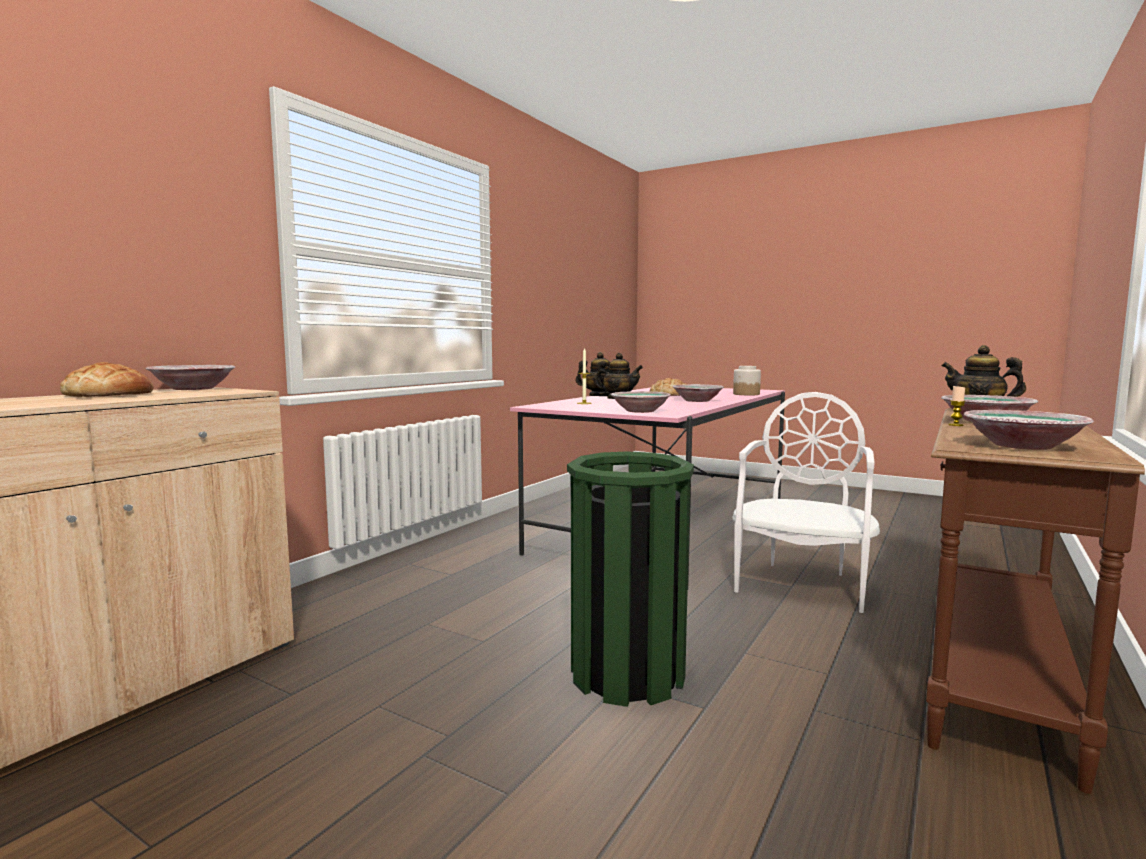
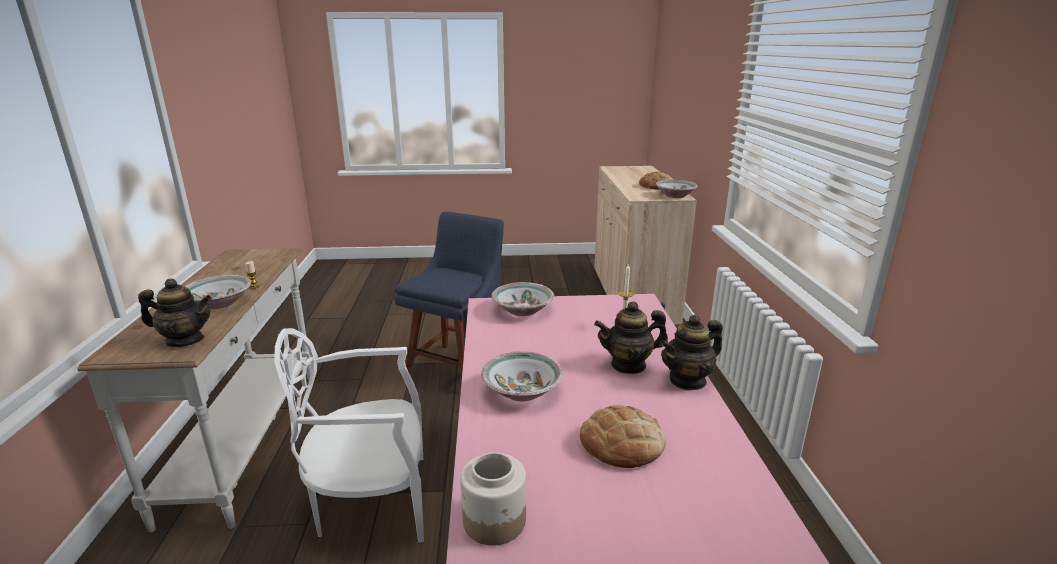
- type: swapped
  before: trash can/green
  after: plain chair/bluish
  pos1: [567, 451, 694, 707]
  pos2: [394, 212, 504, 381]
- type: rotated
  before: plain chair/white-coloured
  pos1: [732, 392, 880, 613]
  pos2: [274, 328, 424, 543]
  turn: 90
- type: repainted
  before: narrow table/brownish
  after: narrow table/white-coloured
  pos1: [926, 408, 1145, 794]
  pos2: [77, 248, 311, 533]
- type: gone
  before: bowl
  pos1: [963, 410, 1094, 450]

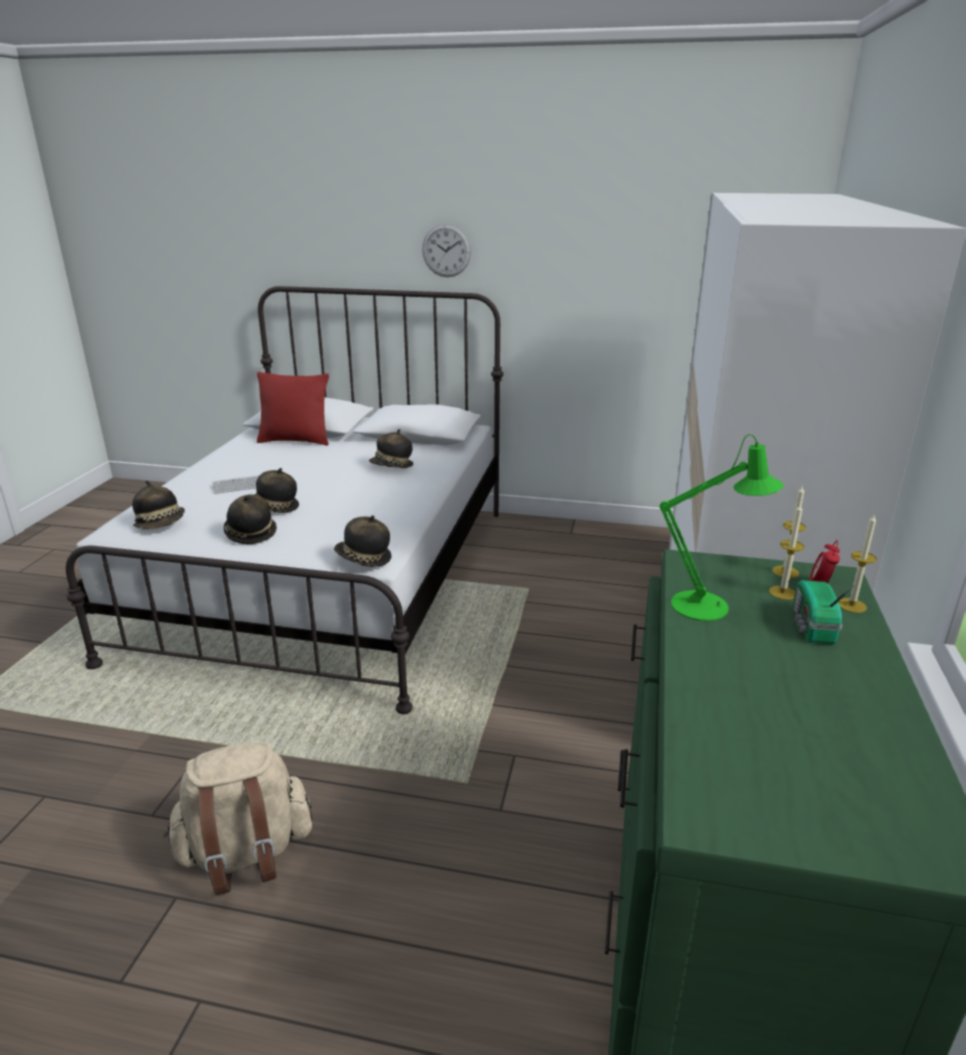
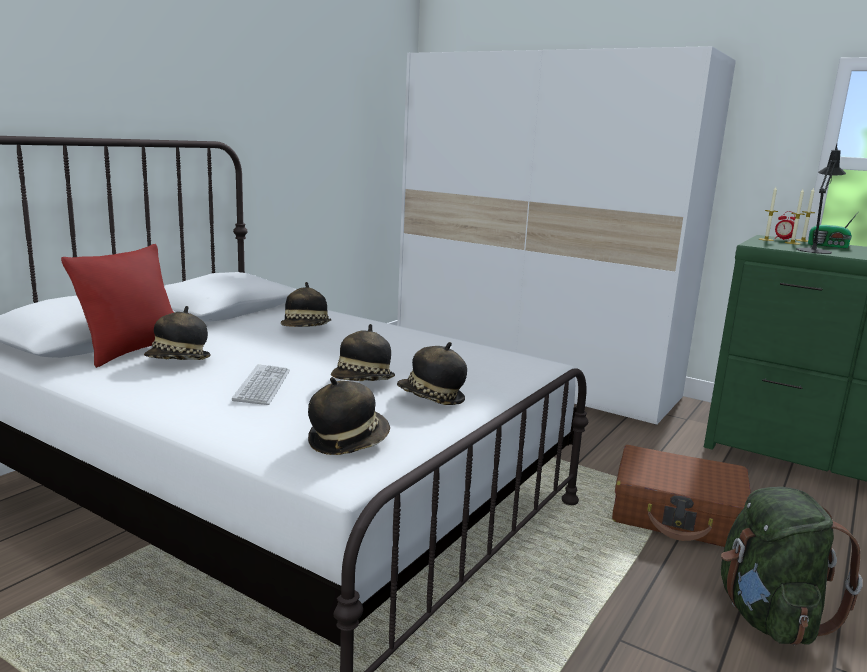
- type: repainted
  before: rucksack/beige
  after: rucksack/green
  pos1: [164, 742, 312, 895]
  pos2: [721, 487, 863, 645]
- type: shifted
  before: hat
  pos1: [334, 515, 391, 567]
  pos2: [144, 306, 211, 360]
- type: gone
  before: hanging clock
  pos1: [422, 224, 471, 277]
- type: repainted
  before: table lamp/green
  after: table lamp/black
  pos1: [660, 434, 784, 621]
  pos2: [796, 144, 846, 254]
- type: new
  after: travel case/brownish
  pos2: [612, 445, 751, 547]

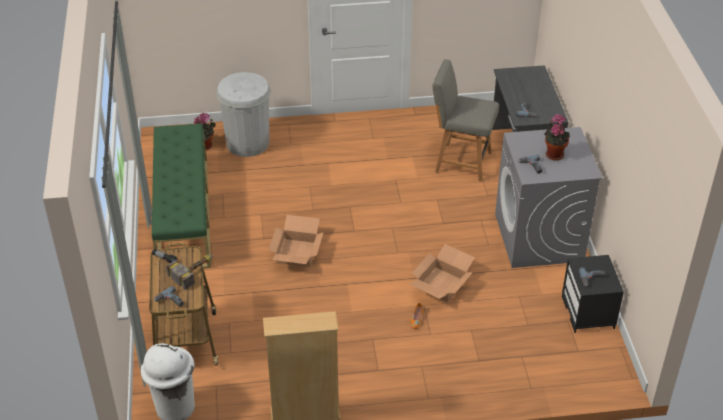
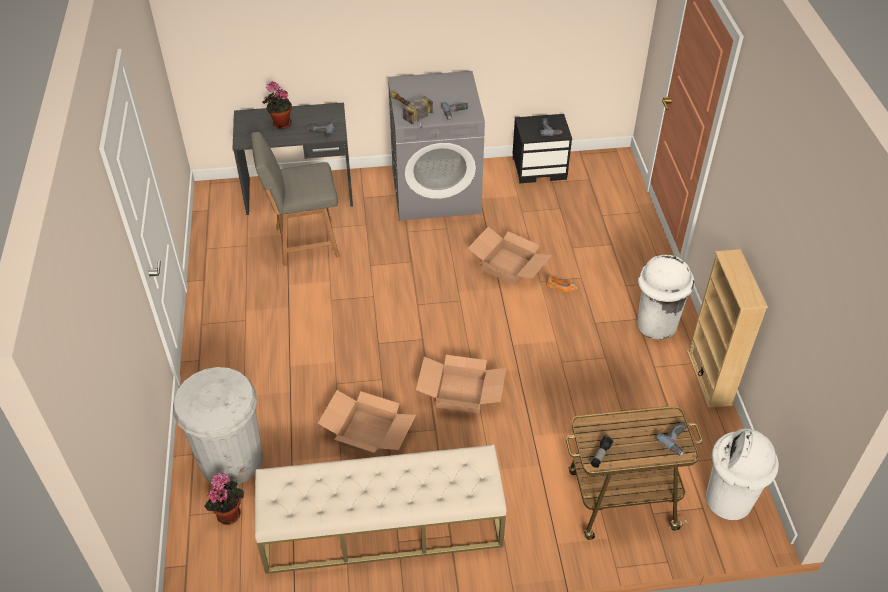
- type: repainted
  before: bench/green
  after: bench/beige
  pos1: [152, 123, 211, 272]
  pos2: [255, 445, 507, 574]
- type: shifted
  before: hammer
  pos1: [166, 254, 212, 290]
  pos2: [391, 92, 433, 125]
- type: rotated
  before: plain chair/grey
  pos1: [432, 59, 499, 182]
  pos2: [251, 132, 340, 266]
  turn: 60
- type: shifted
  before: plant in a pot
  pos1: [544, 114, 570, 160]
  pos2: [262, 81, 292, 129]
- type: new
  after: cardboard box
  pos2: [318, 390, 416, 457]
- type: new
  after: trash can/white-coloured
  pos2: [637, 255, 695, 340]

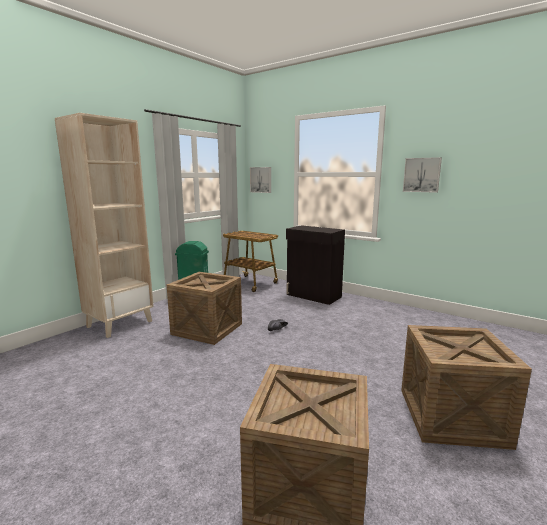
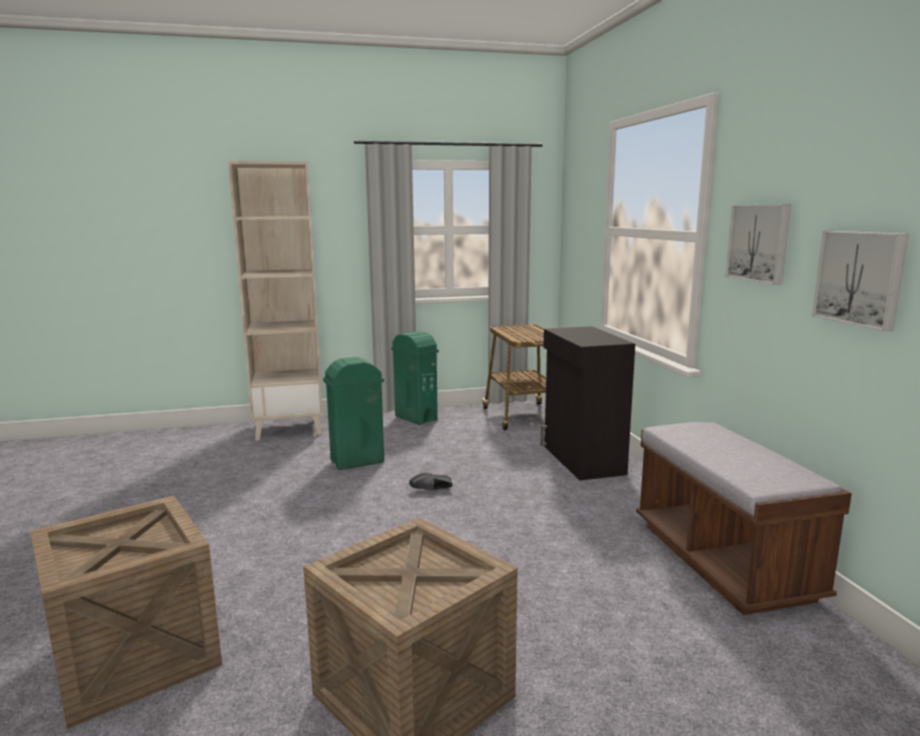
- type: swapped
  before: crate
  after: trash can/green
  pos1: [167, 272, 242, 345]
  pos2: [323, 357, 384, 470]
- type: shifted
  before: wall picture
  pos1: [250, 167, 271, 193]
  pos2: [812, 231, 909, 331]
- type: new
  after: bench/brownish
  pos2: [636, 422, 852, 615]

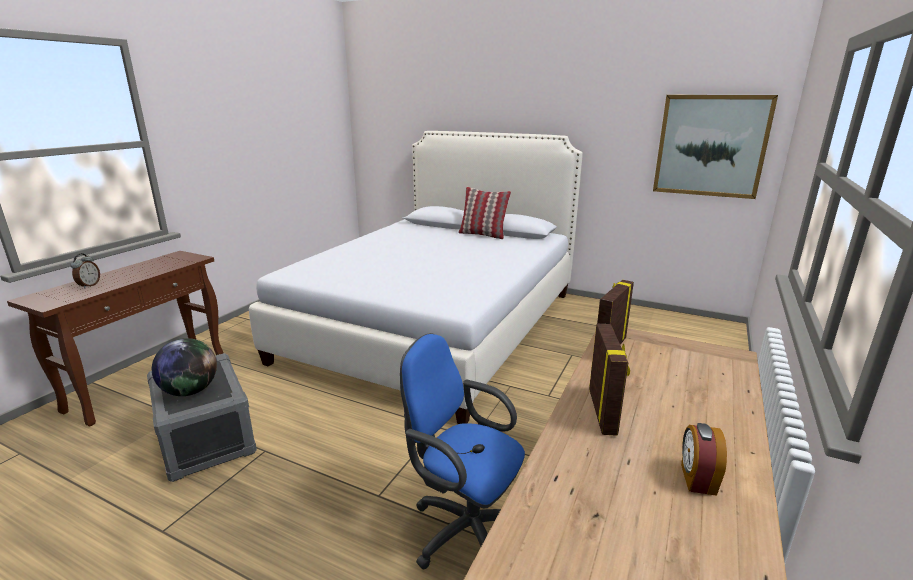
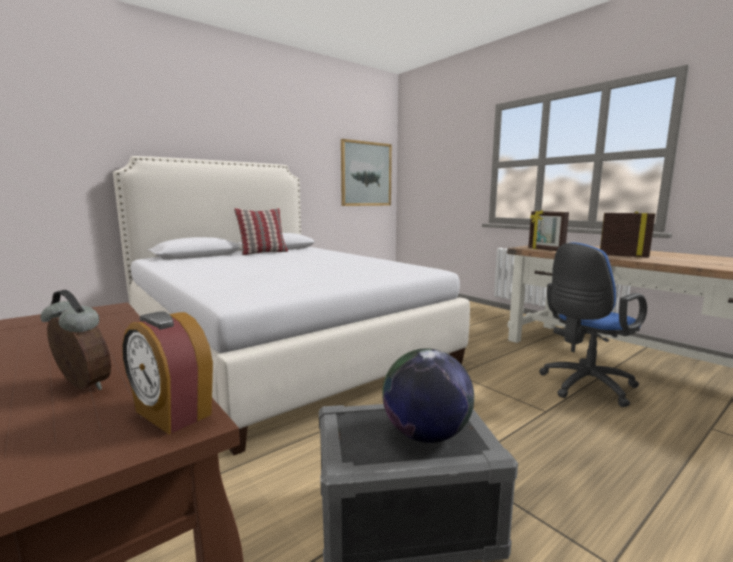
- type: shifted
  before: bedside clock
  pos1: [681, 423, 727, 496]
  pos2: [122, 311, 213, 434]

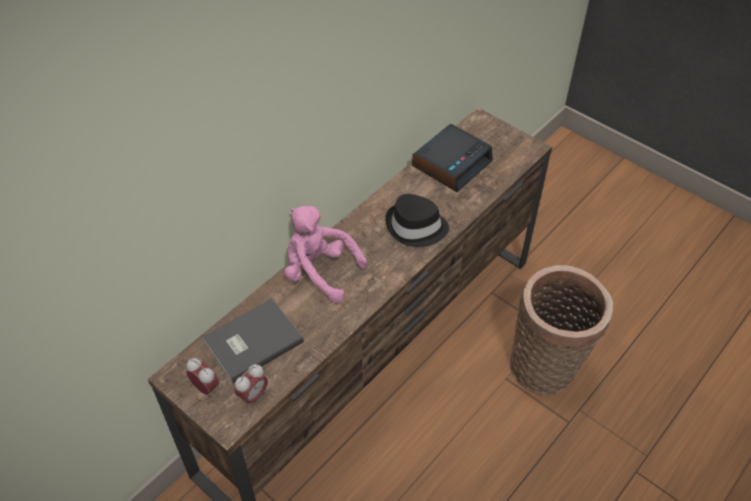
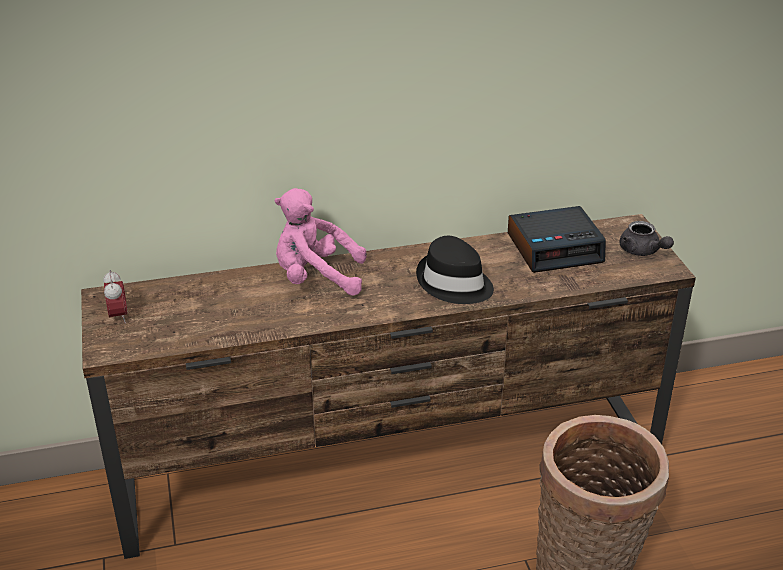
- type: gone
  before: volume/grey
  pos1: [202, 299, 304, 383]
- type: gone
  before: bedside clock
  pos1: [235, 364, 268, 407]
- type: rotated
  before: plush toy/pink
  pos1: [284, 206, 367, 303]
  pos2: [275, 188, 367, 296]
  turn: -60
- type: new
  after: tea pot/grey
  pos2: [619, 221, 674, 256]

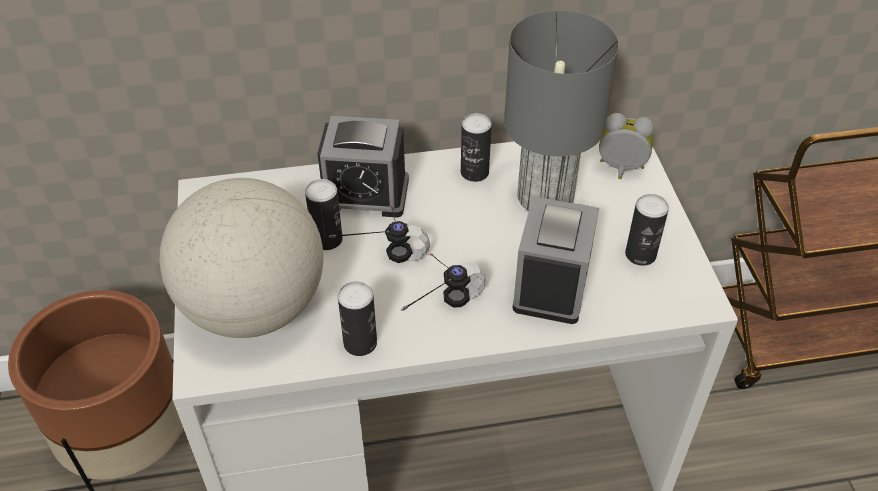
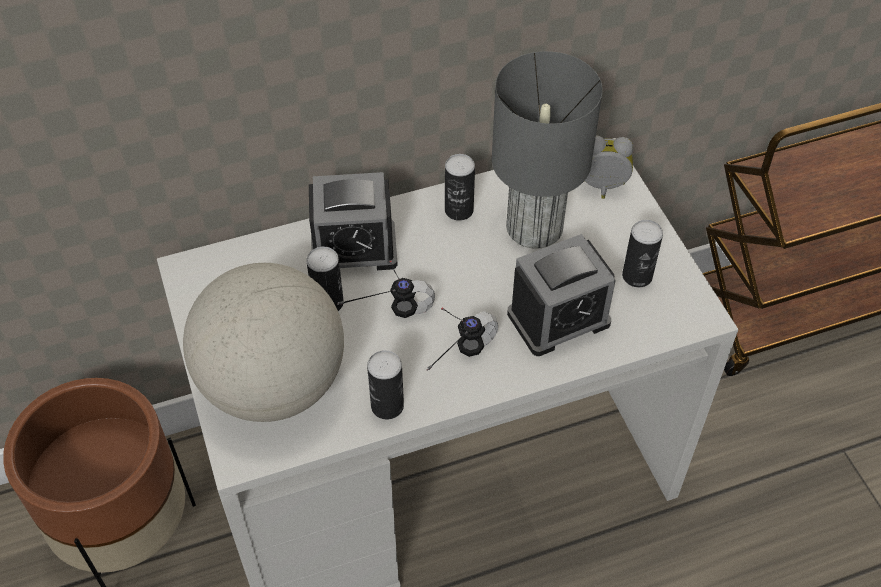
- type: rotated
  before: bedside clock
  pos1: [513, 196, 599, 324]
  pos2: [507, 234, 616, 356]
  turn: 60

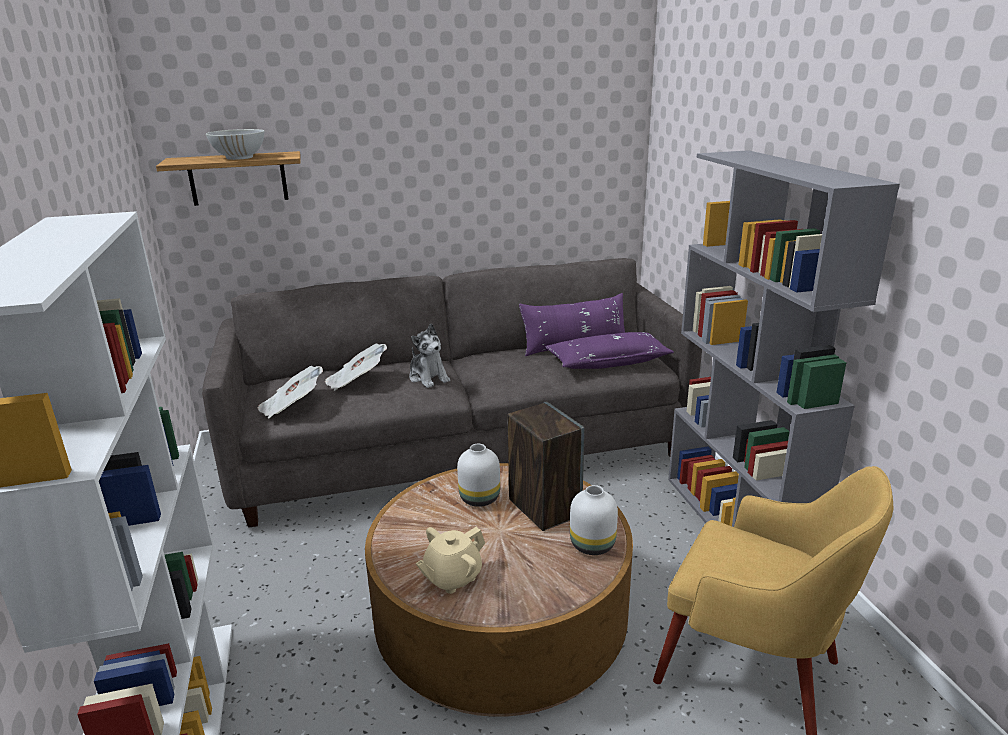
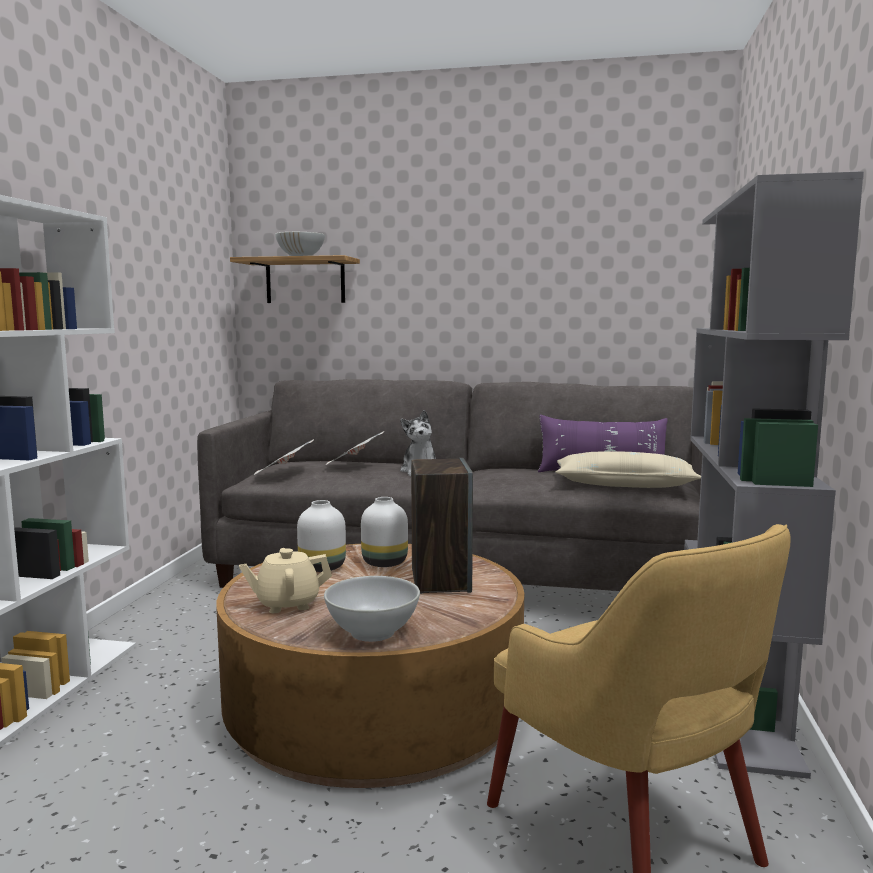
- type: repainted
  before: pillow/purple-coloured
  after: pillow/beige
  pos1: [545, 332, 674, 369]
  pos2: [555, 451, 701, 488]
- type: shifted
  before: decorative vase/white-coloured
  pos1: [570, 485, 618, 555]
  pos2: [297, 500, 346, 572]
- type: new
  after: bowl/white-coloured
  pos2: [324, 576, 420, 642]

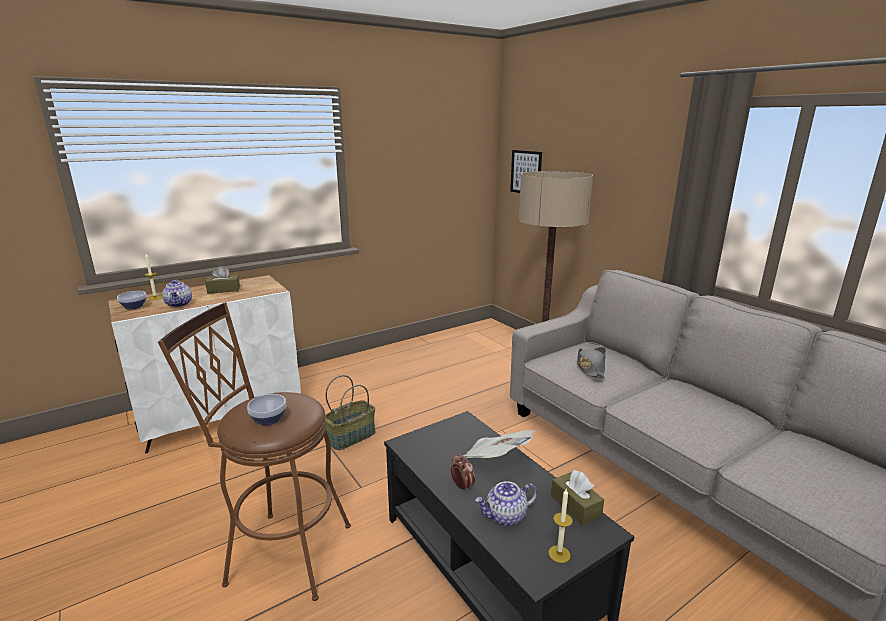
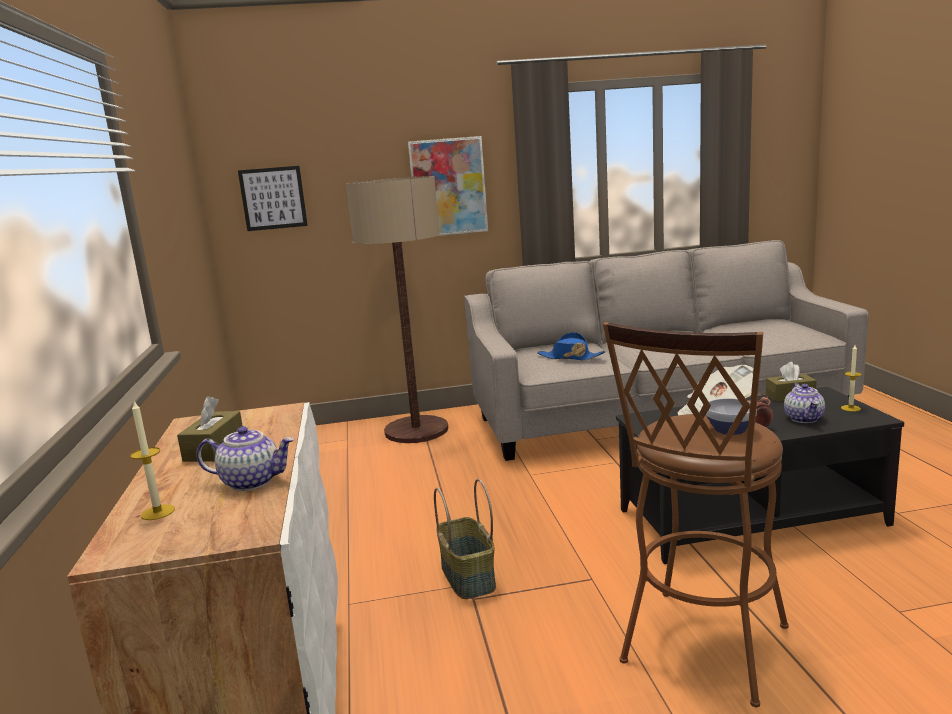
- type: gone
  before: bowl
  pos1: [117, 291, 146, 309]
- type: repainted
  before: hat/grey
  after: hat/bluish
  pos1: [577, 347, 606, 378]
  pos2: [538, 332, 606, 360]
- type: new
  after: wall picture
  pos2: [408, 136, 488, 236]

